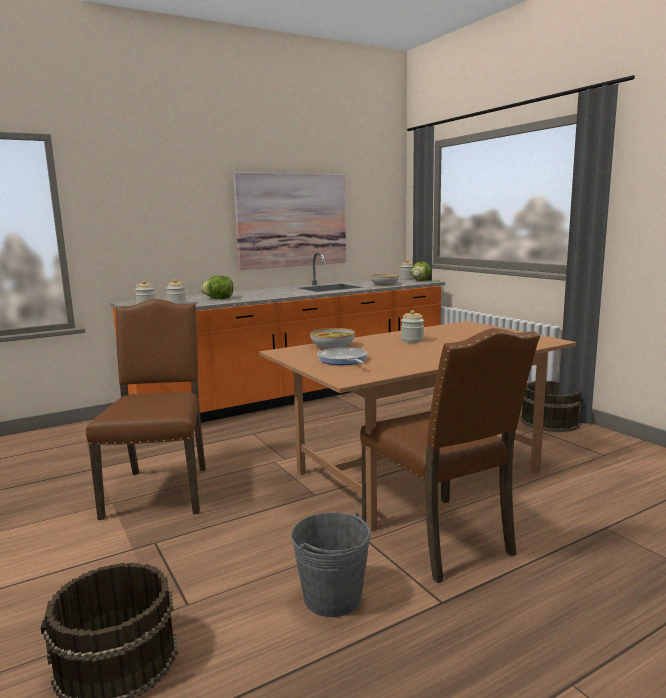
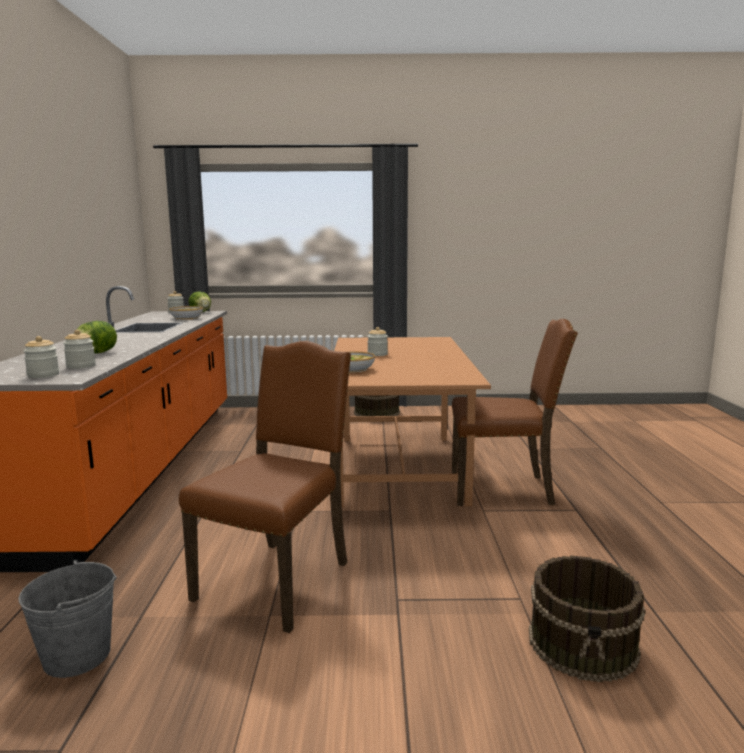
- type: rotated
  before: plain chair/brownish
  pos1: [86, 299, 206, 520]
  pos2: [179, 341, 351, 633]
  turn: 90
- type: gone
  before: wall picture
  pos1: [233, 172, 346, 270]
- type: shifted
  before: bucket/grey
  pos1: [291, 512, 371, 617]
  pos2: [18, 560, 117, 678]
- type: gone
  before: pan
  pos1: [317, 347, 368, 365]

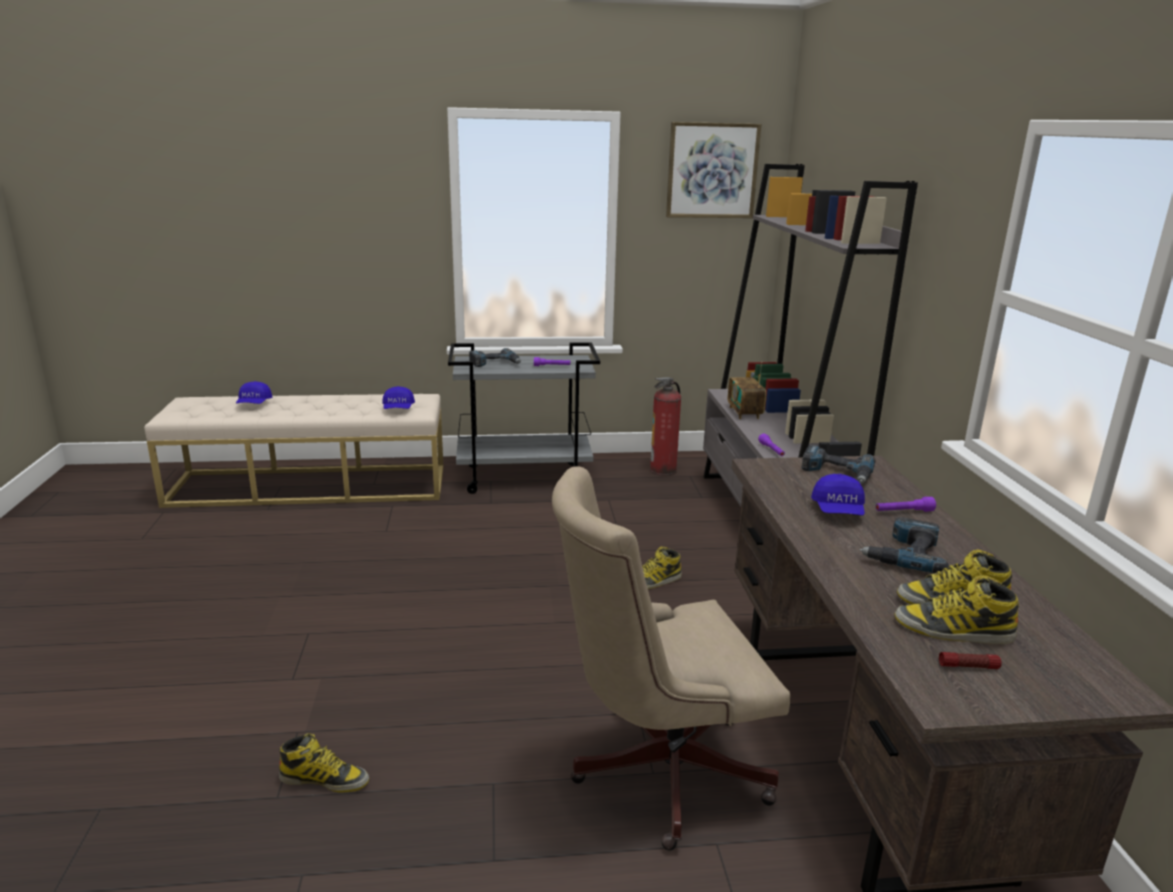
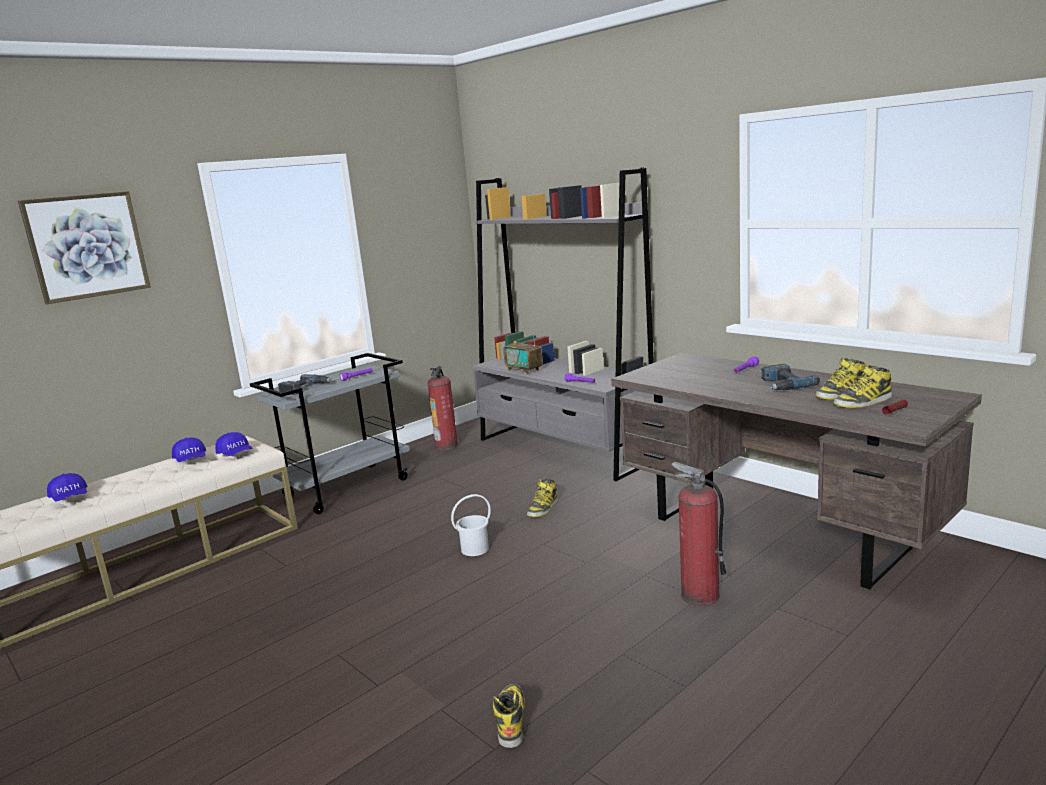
- type: rotated
  before: high-top boot
  pos1: [279, 733, 369, 793]
  pos2: [493, 684, 525, 748]
  turn: -60
- type: swapped
  before: desk chair/beige
  after: extinguisher
  pos1: [552, 466, 790, 851]
  pos2: [671, 462, 726, 606]
- type: shifted
  before: wall picture
  pos1: [666, 122, 761, 218]
  pos2: [18, 191, 151, 304]
- type: gone
  before: power drill
  pos1: [801, 445, 876, 483]
- type: shifted
  before: cap/bluish
  pos1: [811, 474, 865, 515]
  pos2: [172, 438, 206, 462]
- type: new
  after: bucket/white-coloured
  pos2: [451, 494, 491, 556]

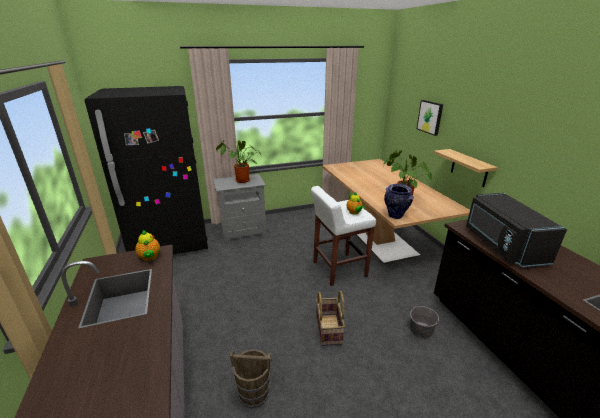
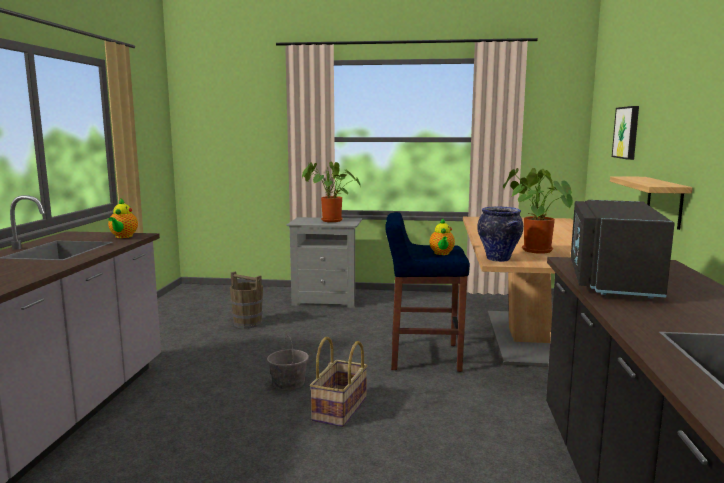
- type: gone
  before: fridge/black
  pos1: [85, 86, 208, 255]
- type: shifted
  before: bucket/brownish
  pos1: [229, 349, 272, 408]
  pos2: [230, 271, 263, 329]
- type: repainted
  before: sitting stool/white-coloured
  after: sitting stool/bluish
  pos1: [311, 186, 376, 286]
  pos2: [385, 212, 470, 372]
- type: shifted
  before: bucket/grey
  pos1: [410, 303, 439, 338]
  pos2: [267, 336, 309, 390]

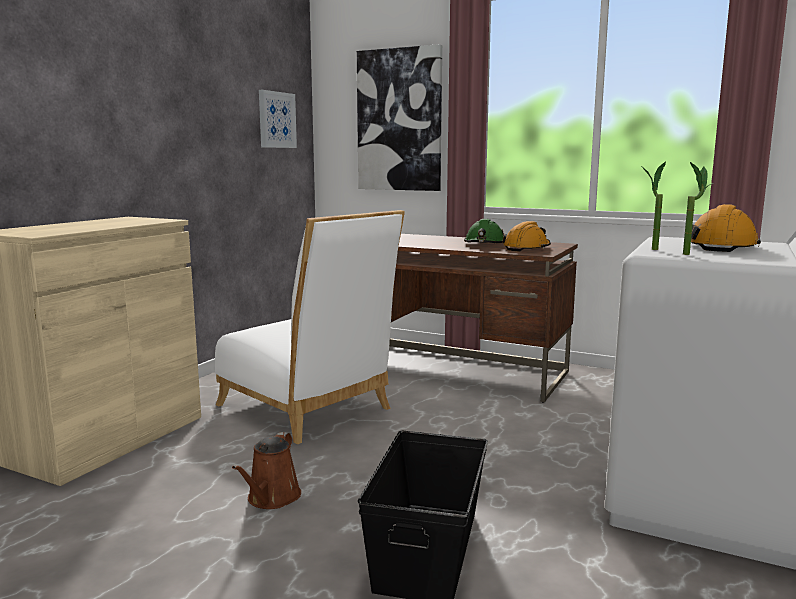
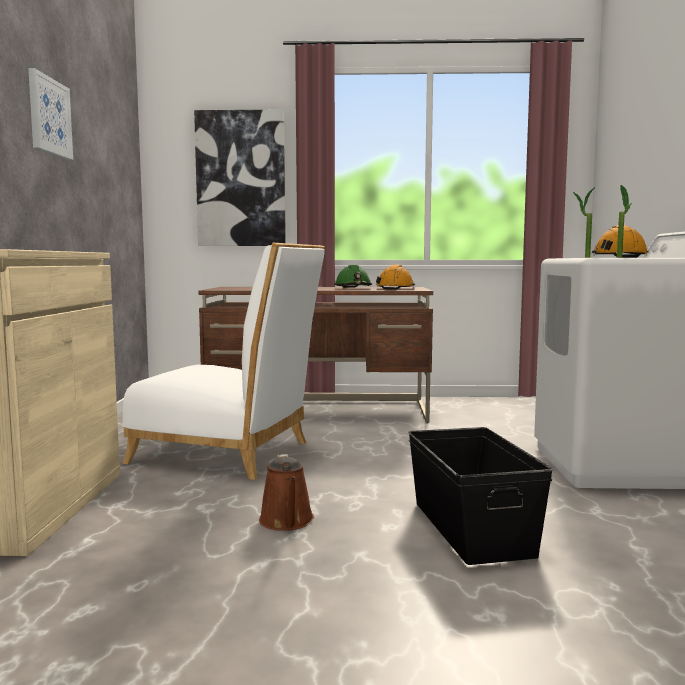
- type: shifted
  before: wall picture
  pos1: [259, 90, 297, 148]
  pos2: [28, 68, 73, 160]

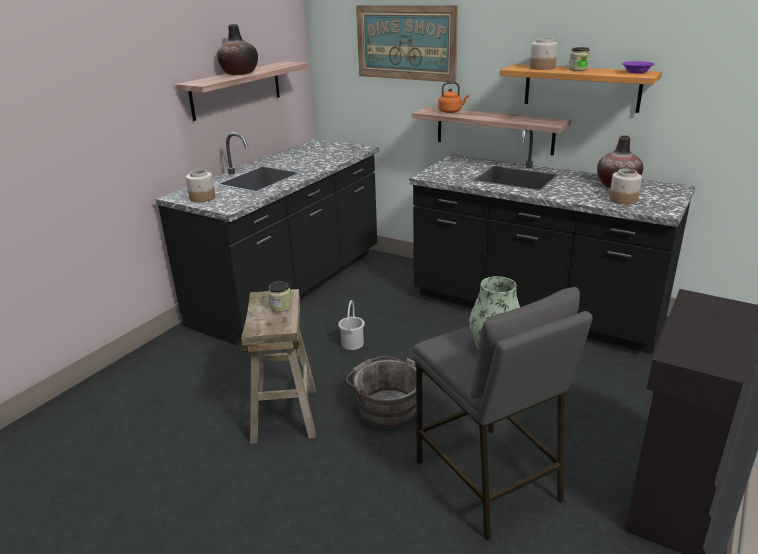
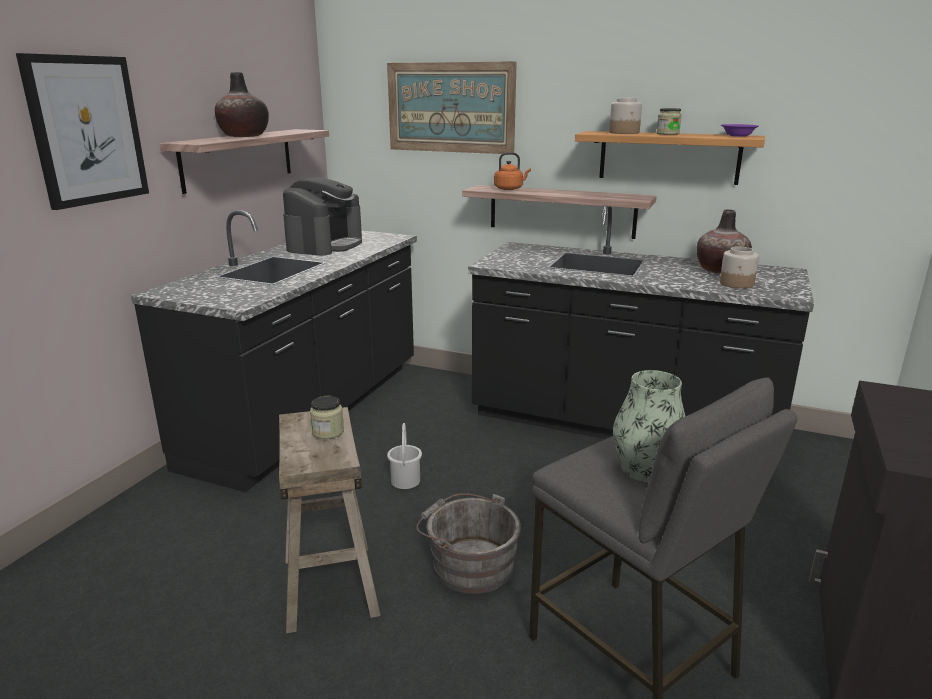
- type: gone
  before: jar
  pos1: [186, 169, 215, 202]
- type: new
  after: wall picture
  pos2: [16, 53, 149, 210]
- type: new
  after: coffee machine
  pos2: [283, 177, 362, 256]

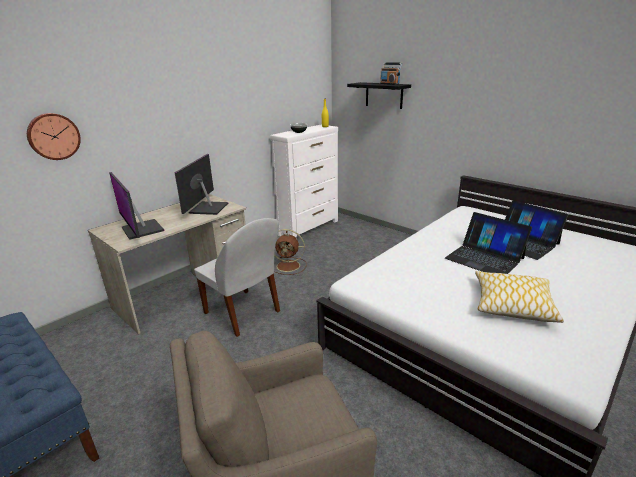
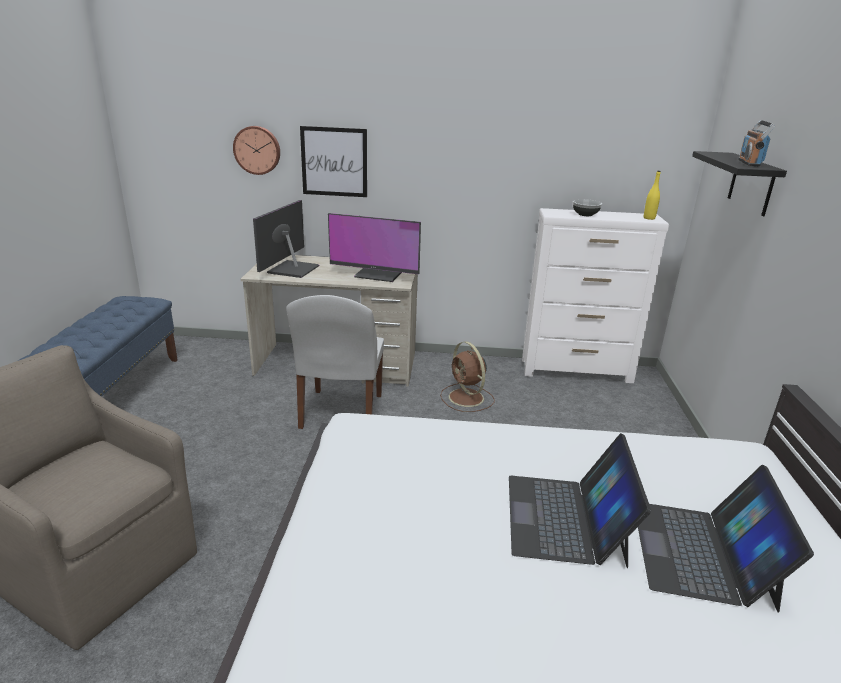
- type: rotated
  before: computer screen
  pos1: [174, 154, 228, 215]
  pos2: [328, 213, 421, 282]
  turn: -135
- type: gone
  before: pillow
  pos1: [475, 271, 564, 323]
- type: new
  after: wall picture
  pos2: [300, 126, 367, 197]

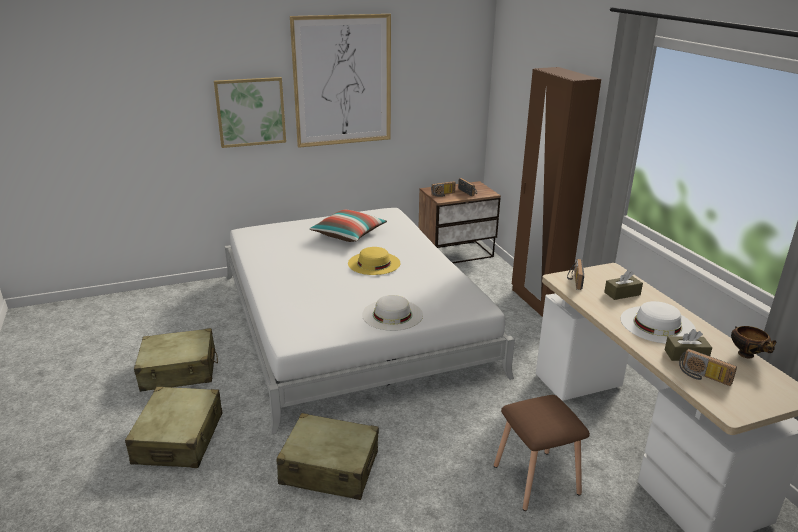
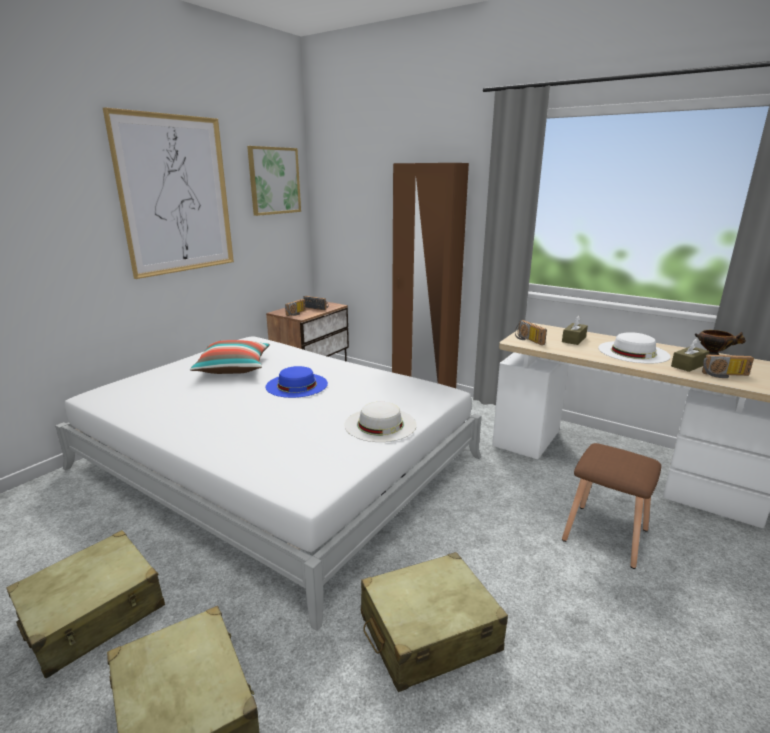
- type: shifted
  before: wall picture
  pos1: [214, 77, 286, 148]
  pos2: [247, 146, 301, 216]
- type: repainted
  before: hat/yellow-coloured
  after: hat/bluish
  pos1: [348, 247, 400, 275]
  pos2: [266, 366, 328, 398]

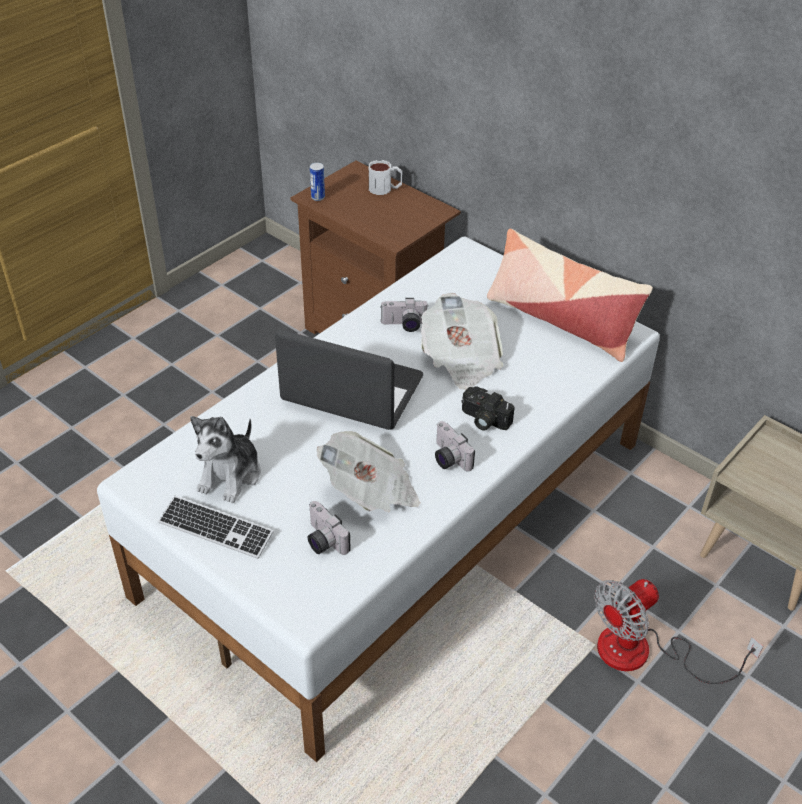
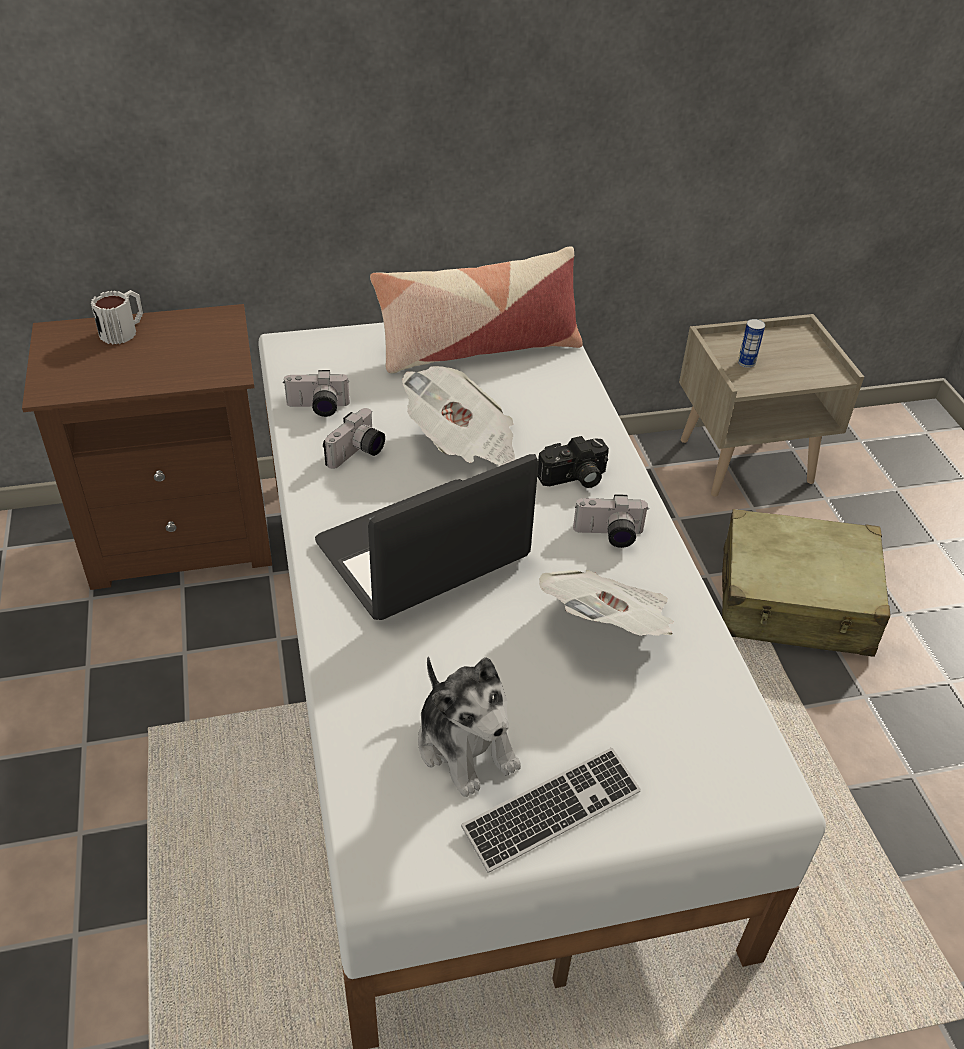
- type: shifted
  before: photo camera
  pos1: [308, 501, 351, 555]
  pos2: [284, 370, 350, 417]
- type: shifted
  before: metal can
  pos1: [310, 163, 325, 201]
  pos2: [738, 319, 765, 368]
- type: swapped
  before: electric fan
  after: travel case/beige
  pos1: [594, 579, 763, 684]
  pos2: [722, 509, 890, 657]

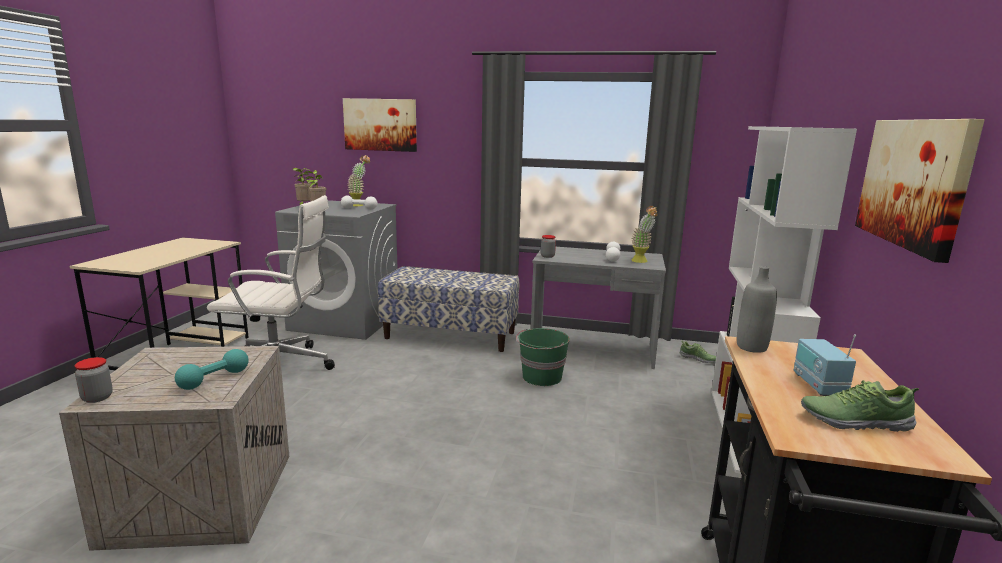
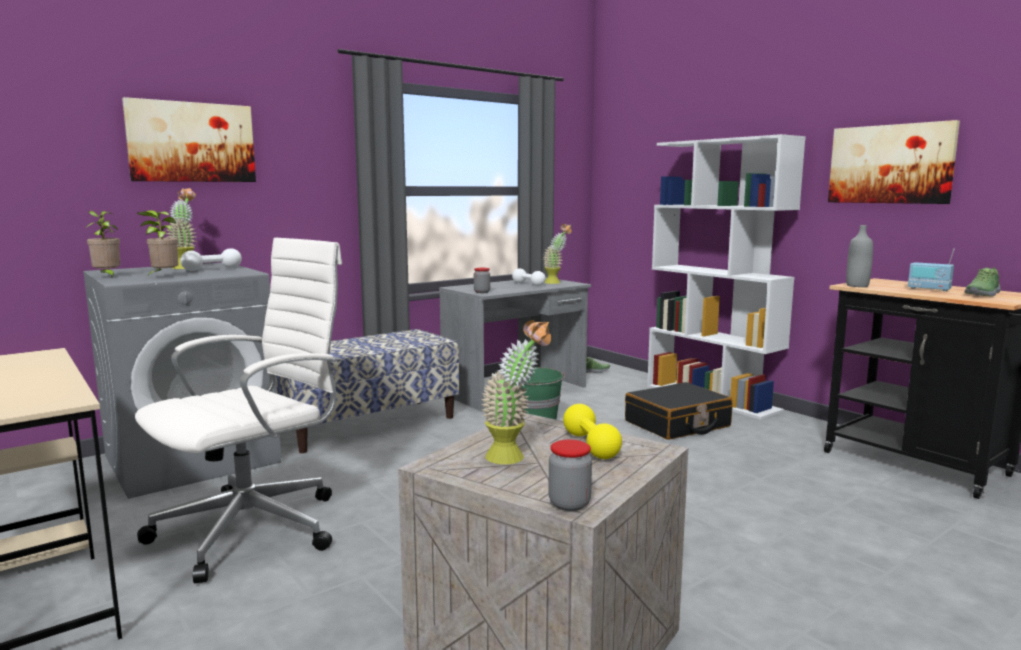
- type: repainted
  before: free weight/turquoise
  after: free weight/yellow-coloured
  pos1: [175, 349, 249, 390]
  pos2: [563, 404, 622, 459]
- type: new
  after: plant in a pot
  pos2: [481, 320, 551, 464]
- type: new
  after: travel case/black
  pos2: [625, 382, 733, 440]

